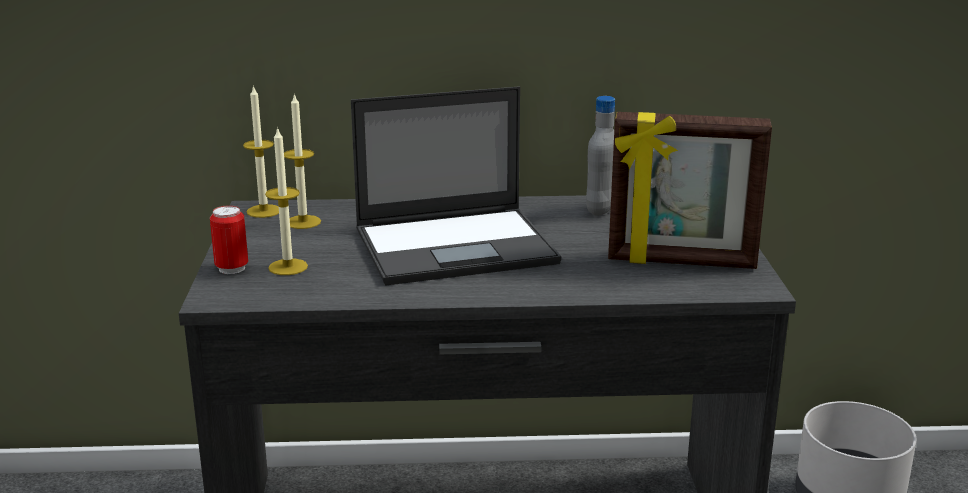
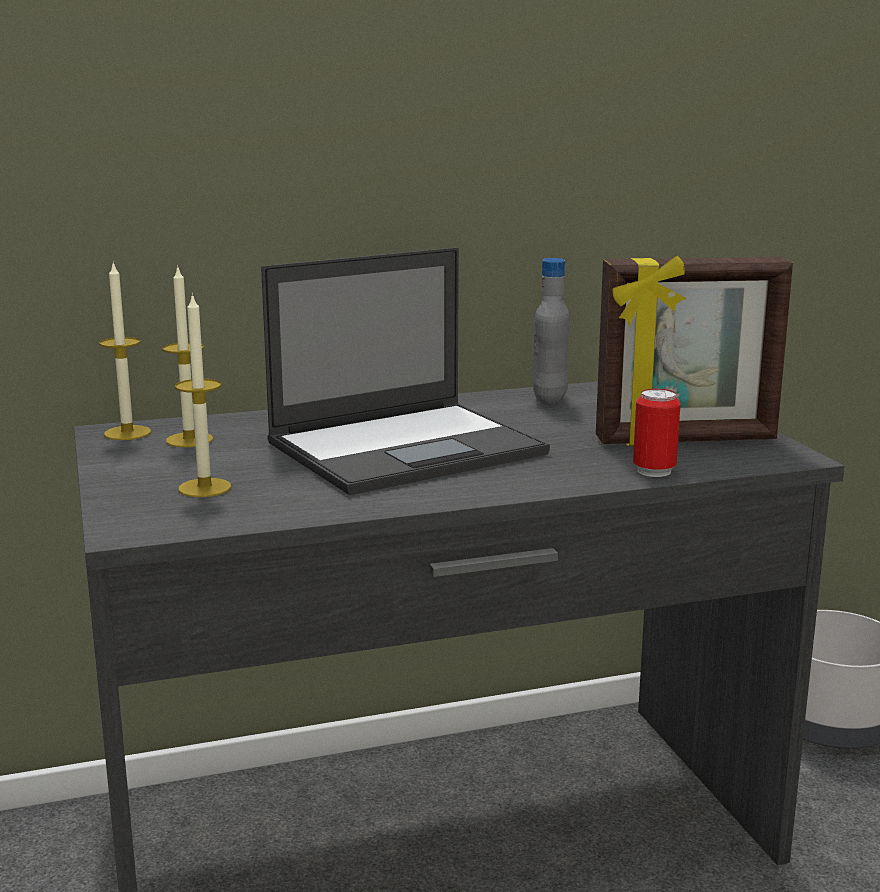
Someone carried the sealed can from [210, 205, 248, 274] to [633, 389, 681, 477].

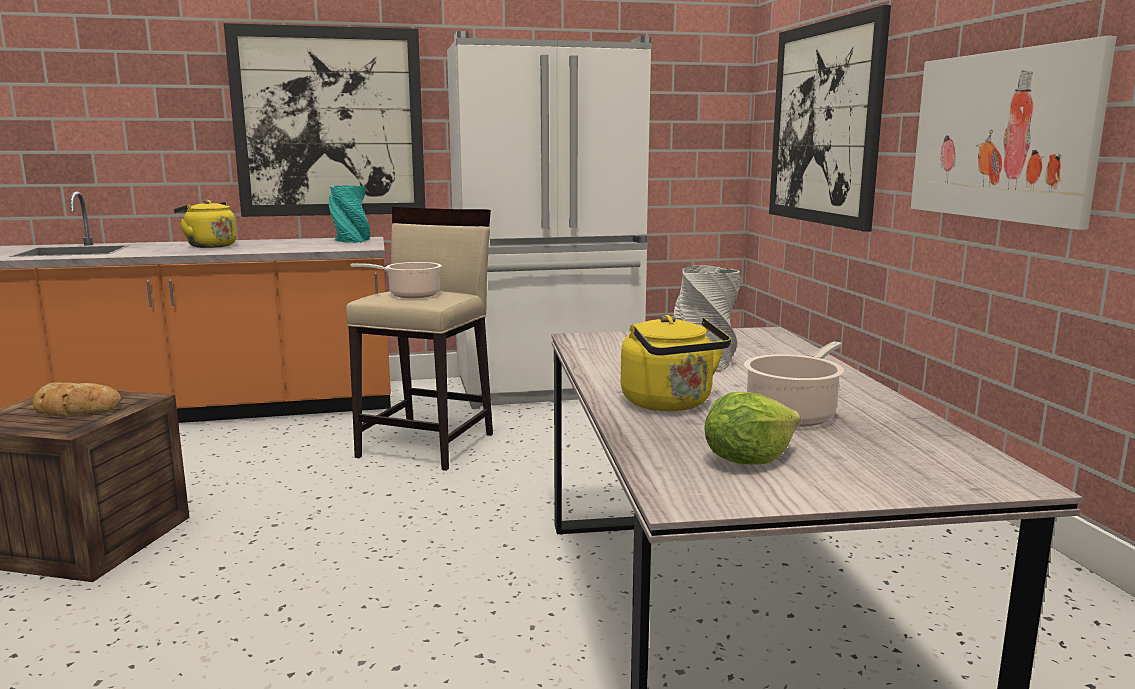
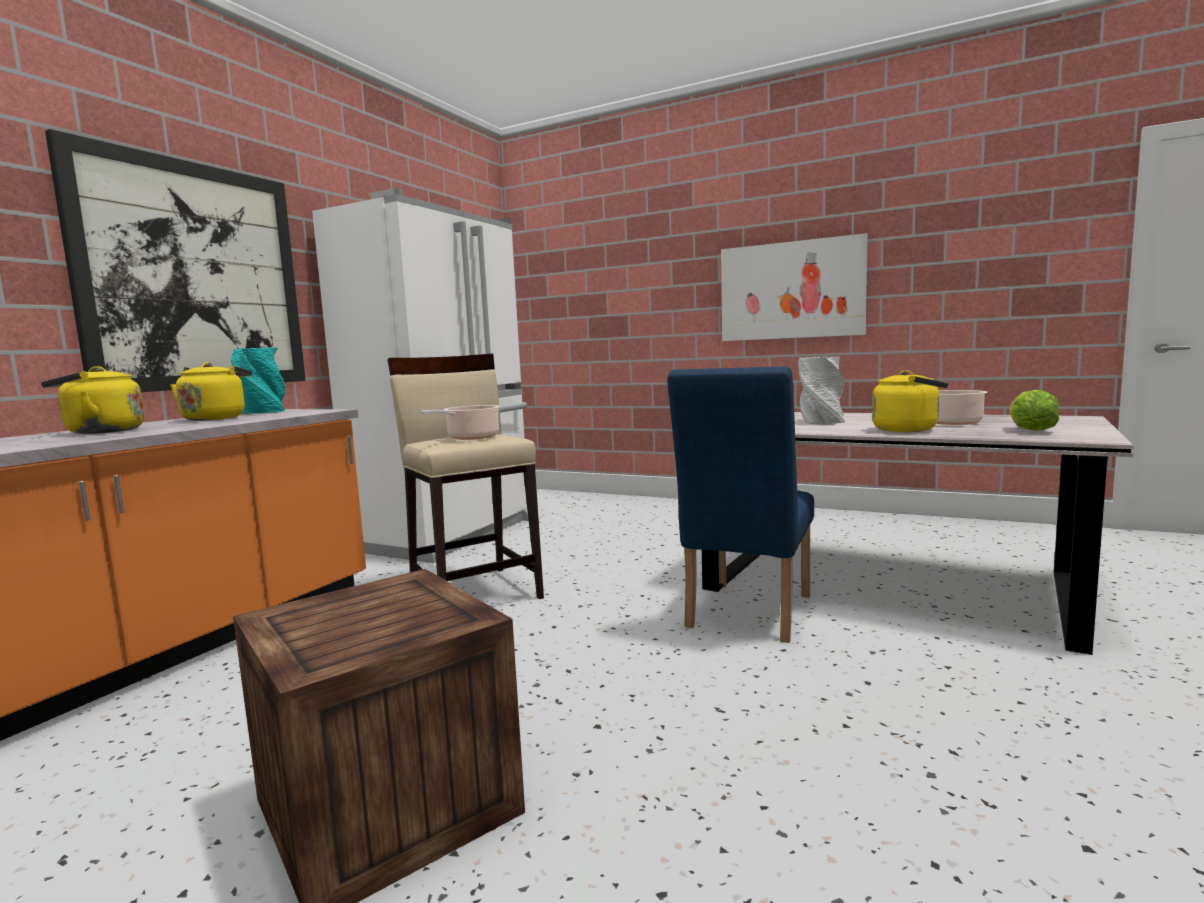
Someone put down the tea kettle (yellow-coloured) at [170, 363, 252, 421].
Someone put down the plain chair (blue-coloured) at [667, 367, 814, 643].
Someone took away the bread at [32, 383, 121, 416].
Someone took away the wall picture at [769, 5, 891, 232].

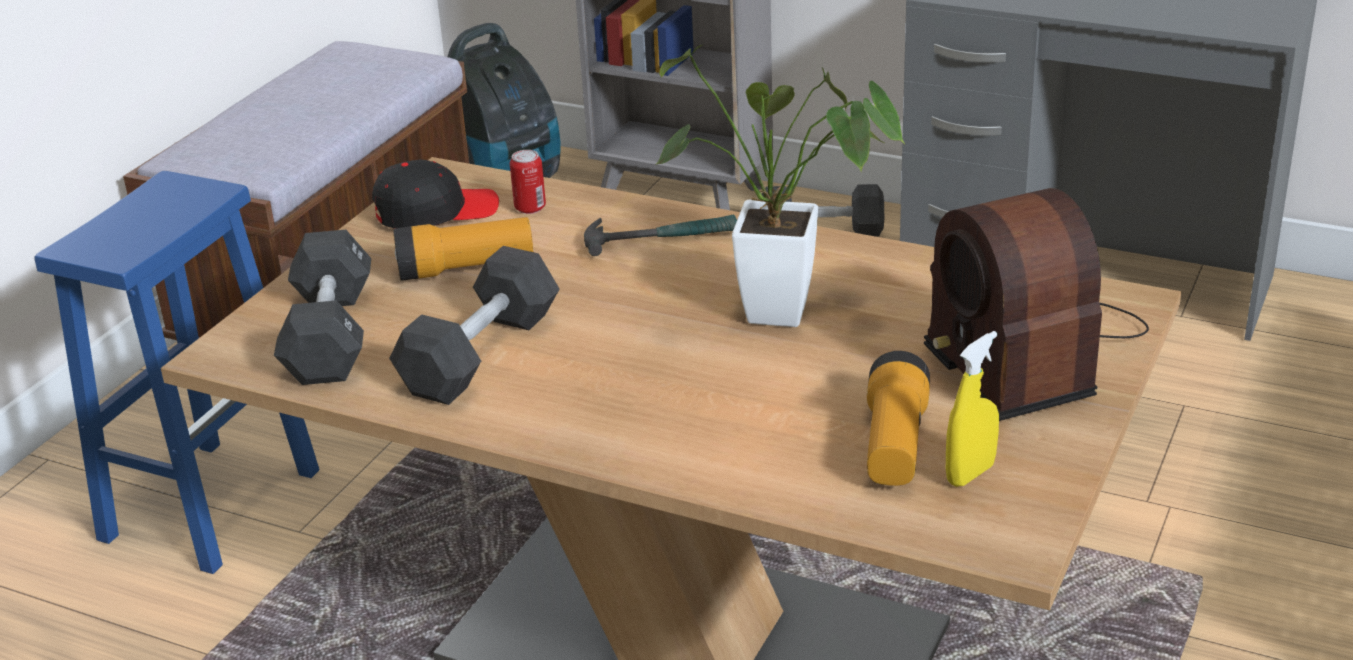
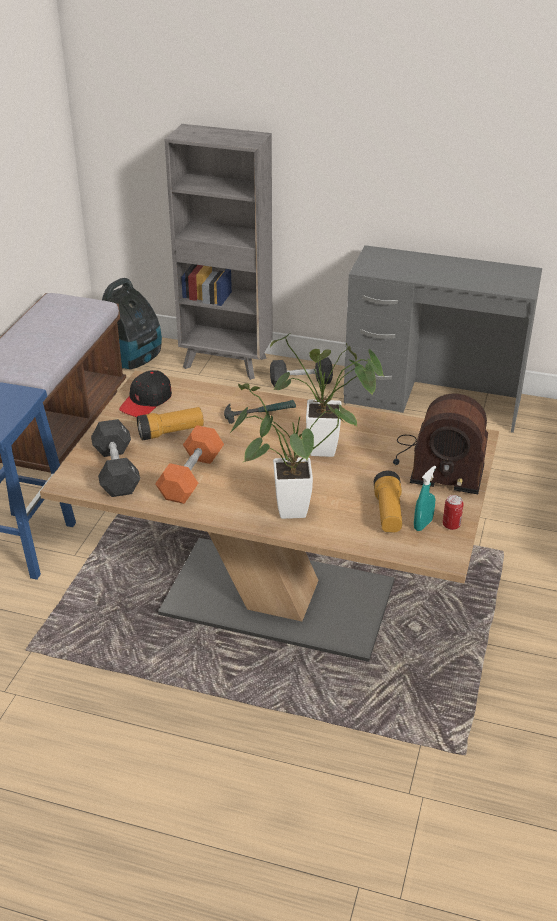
Someone rotated the cap (black) at [372, 159, 499, 229] by 150 degrees clockwise.
Someone repainted the dumbbell (black) at [389, 246, 560, 405], which became the dumbbell (orange-coloured) at [155, 425, 224, 504].
Someone put down the plant in a pot at [230, 383, 357, 519].
Someone rotated the radio at [924, 188, 1149, 421] by 45 degrees counterclockwise.
Someone repainted the spray bottle (yellow-coloured) at [946, 331, 999, 487], which became the spray bottle (blue-green) at [414, 466, 436, 531].
Someone carried the sealed can from [510, 150, 546, 214] to [443, 495, 464, 530].

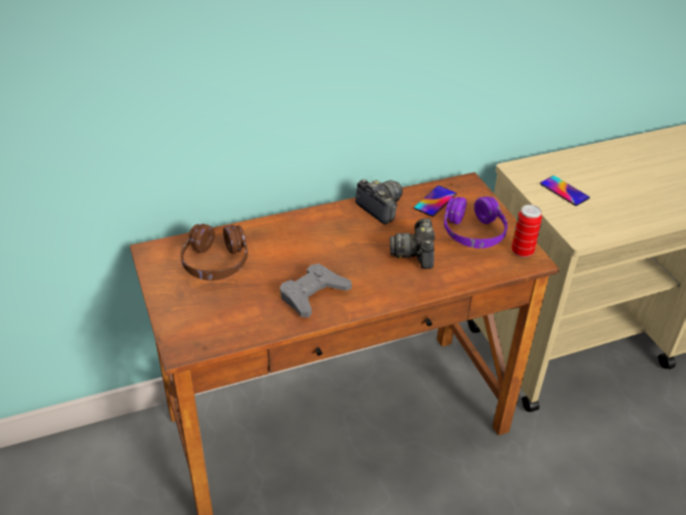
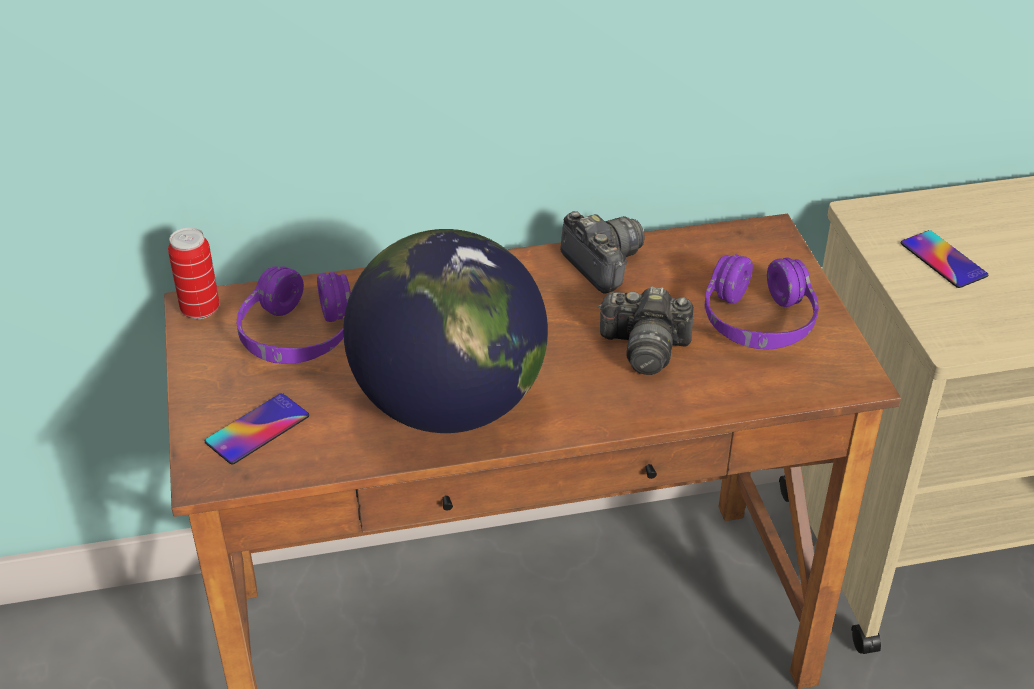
Someone carried the sealed can from [512, 205, 542, 257] to [168, 227, 219, 319].
Someone carried the handset from [414, 186, 457, 217] to [205, 393, 309, 464].
Someone repainted the headphones (brown) at [180, 224, 248, 281], which became the headphones (purple) at [237, 266, 351, 364].
Someone swapped the gamepad (grey) at [280, 264, 352, 318] for the globe at [343, 229, 548, 433].
Someone rotated the photo camera at [390, 219, 435, 269] by 90 degrees counterclockwise.

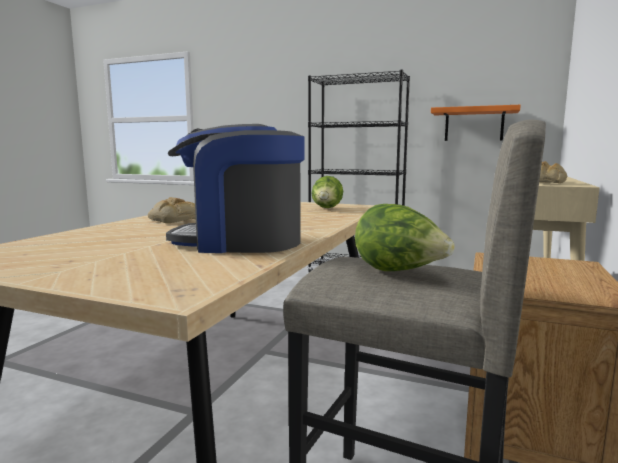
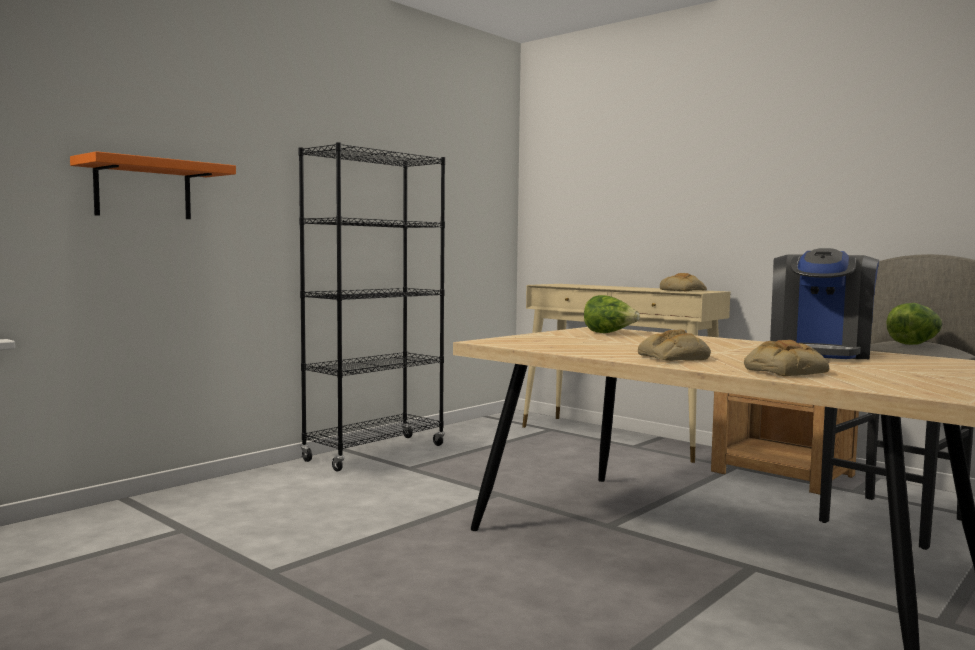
Someone carried the bracket shelf (orange-coloured) from [431, 105, 521, 141] to [70, 151, 236, 219].
Someone put down the bread at [744, 340, 829, 376].

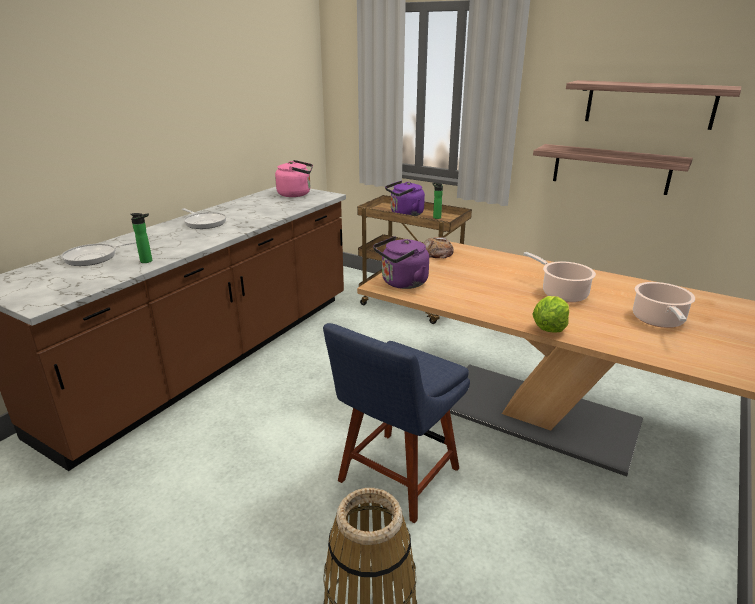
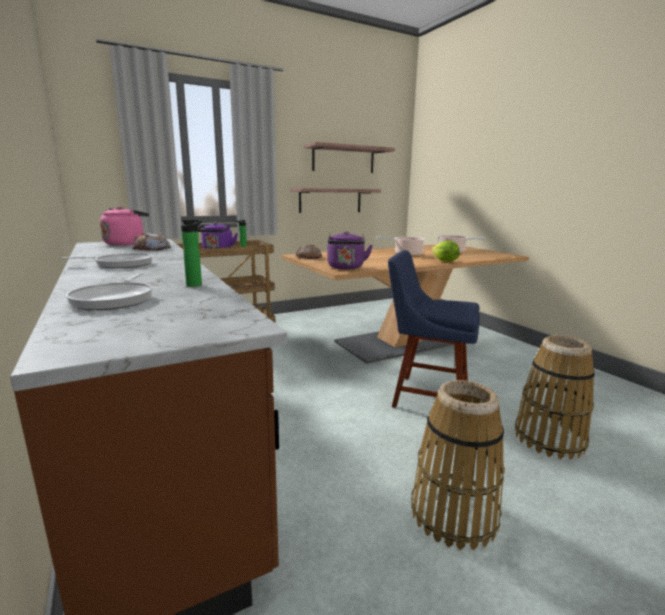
Someone put down the bread at [133, 233, 171, 251].
Someone rotated the plain chair (blue-coloured) at [323, 323, 470, 523] by 135 degrees clockwise.
Someone put down the storage basket at [411, 380, 505, 550].

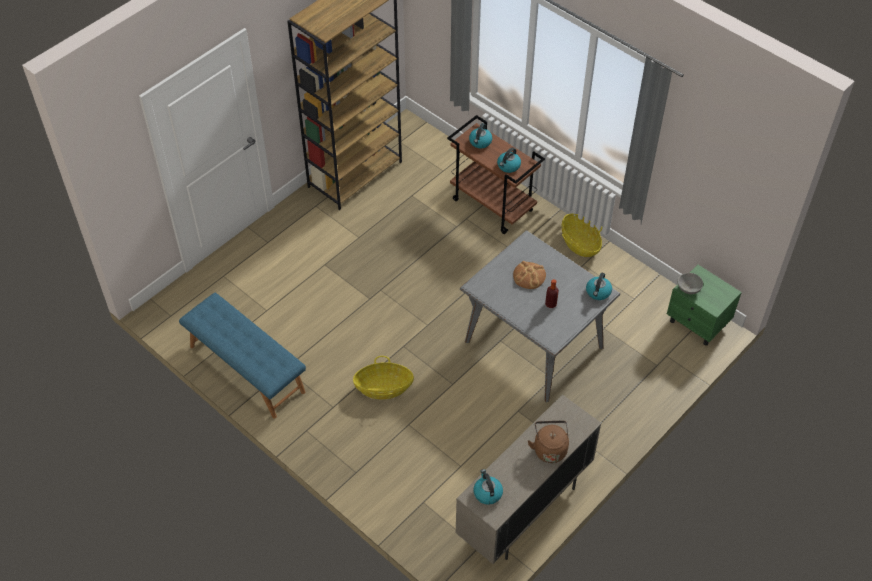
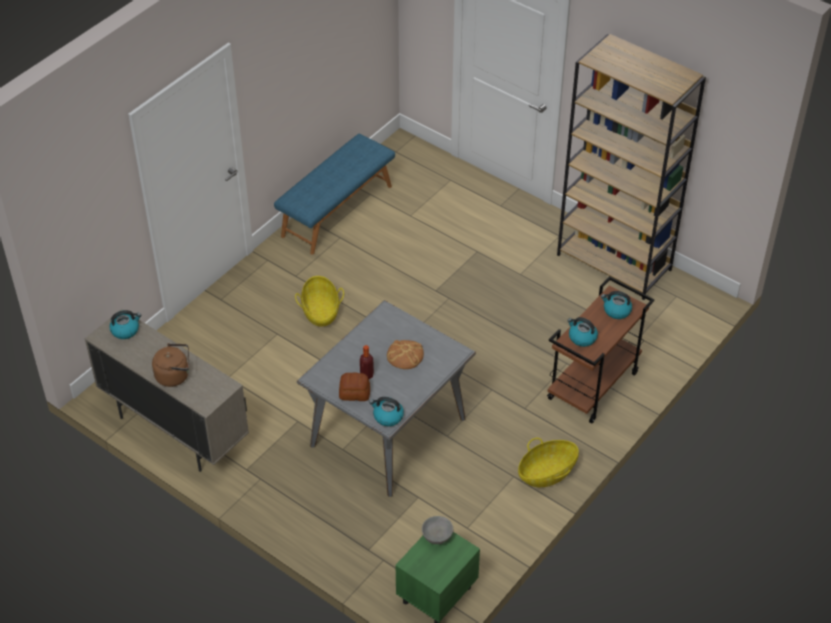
Someone put down the bread at [339, 372, 370, 401].

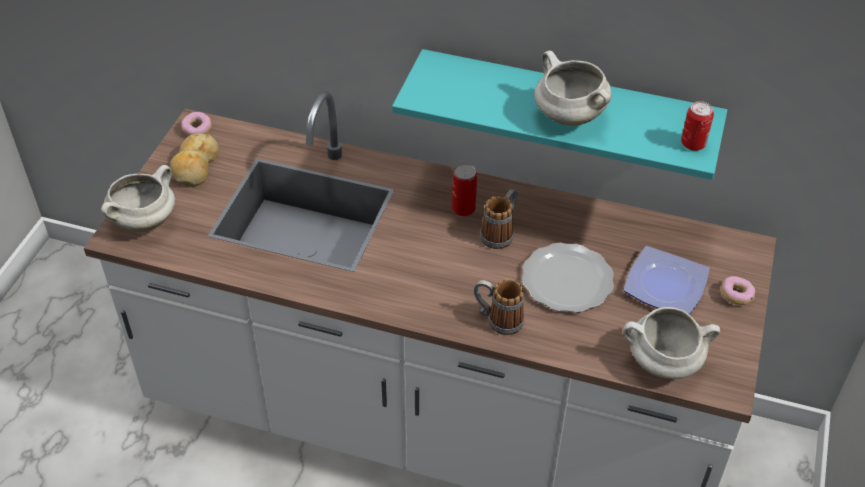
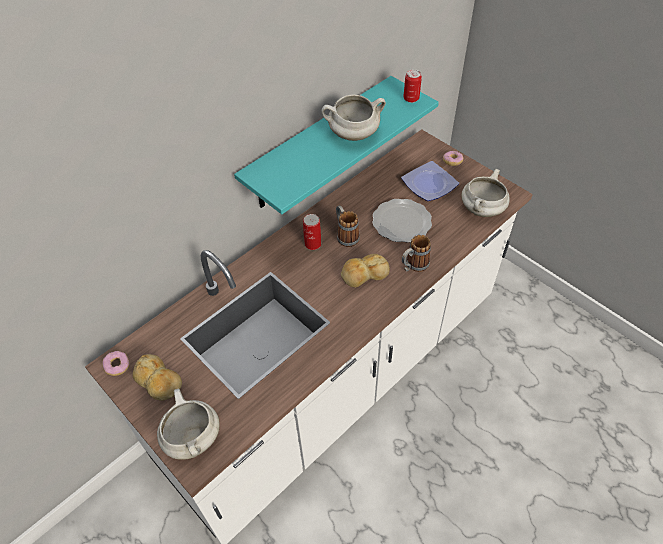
Someone put down the bread at [341, 254, 390, 288].

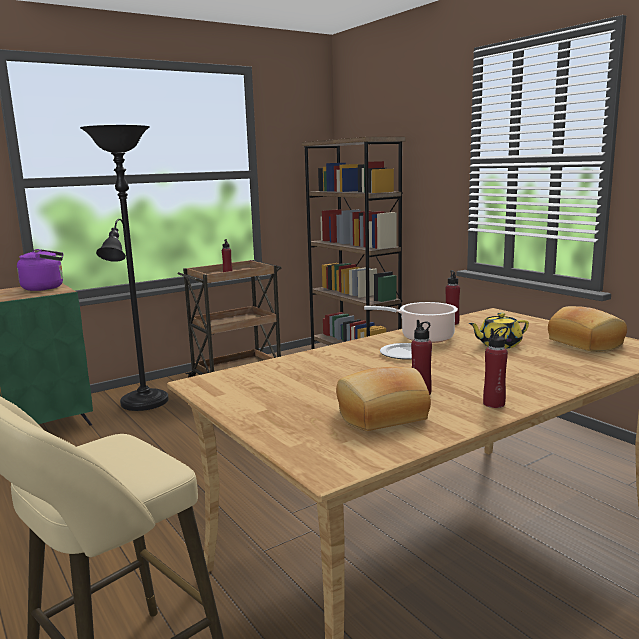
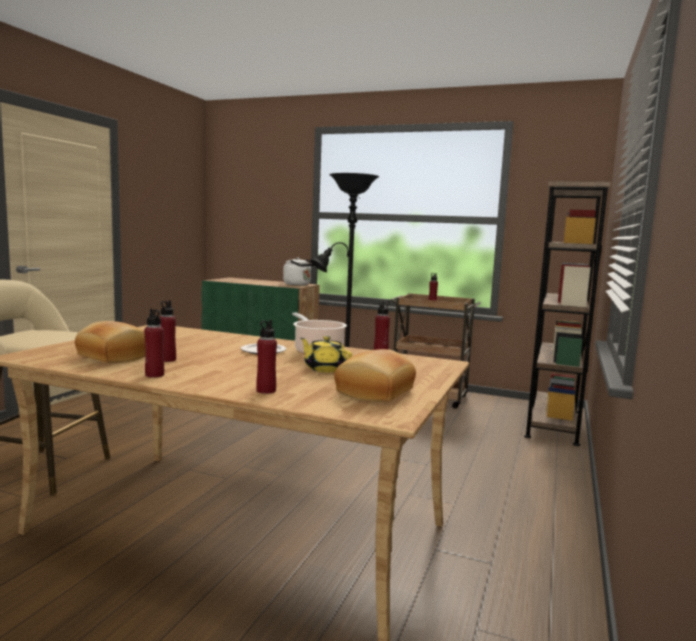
Someone put down the drink bottle (red-coloured) at [256, 320, 277, 394].
Someone repainted the tea kettle (purple) at [17, 249, 64, 291], which became the tea kettle (white) at [283, 257, 314, 285].

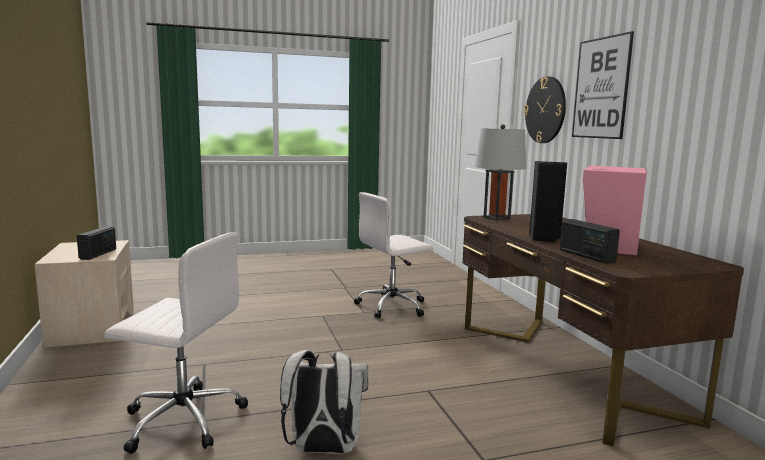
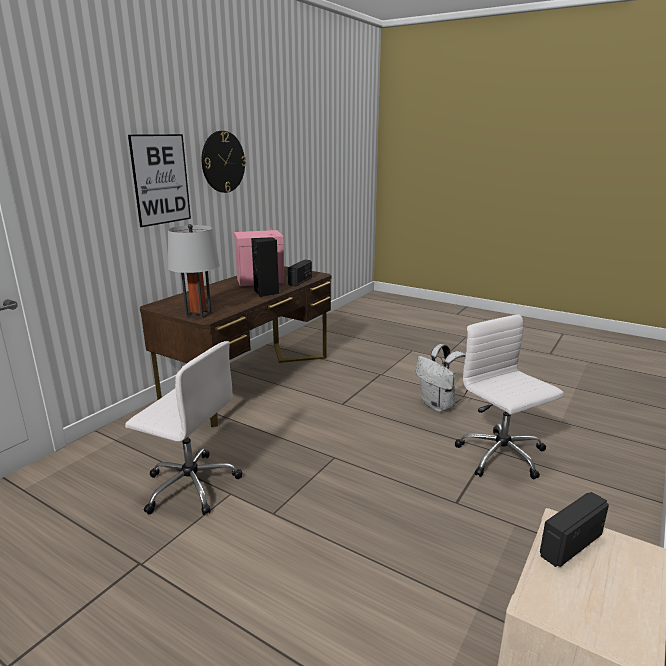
Someone carried the hanging clock from [524, 76, 566, 143] to [202, 131, 246, 193].

